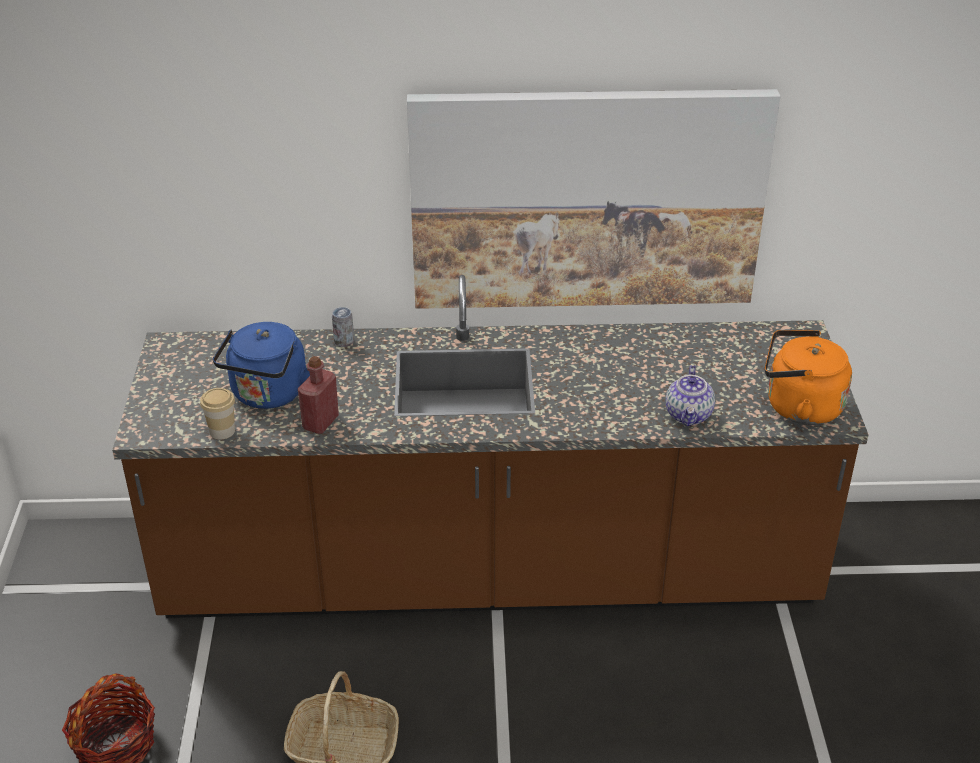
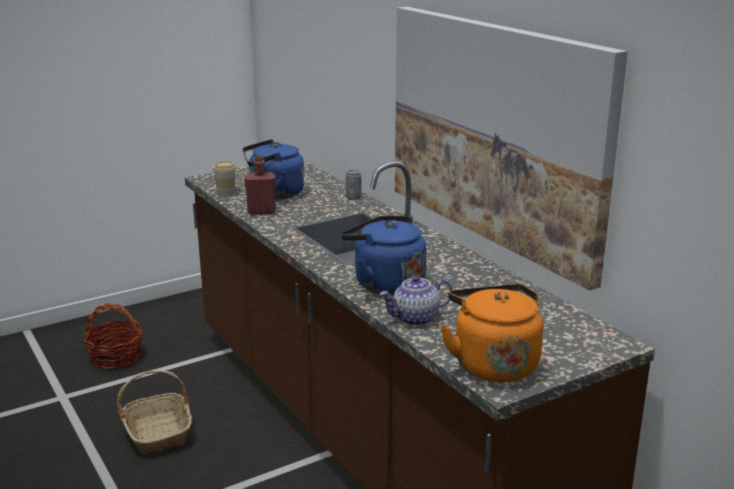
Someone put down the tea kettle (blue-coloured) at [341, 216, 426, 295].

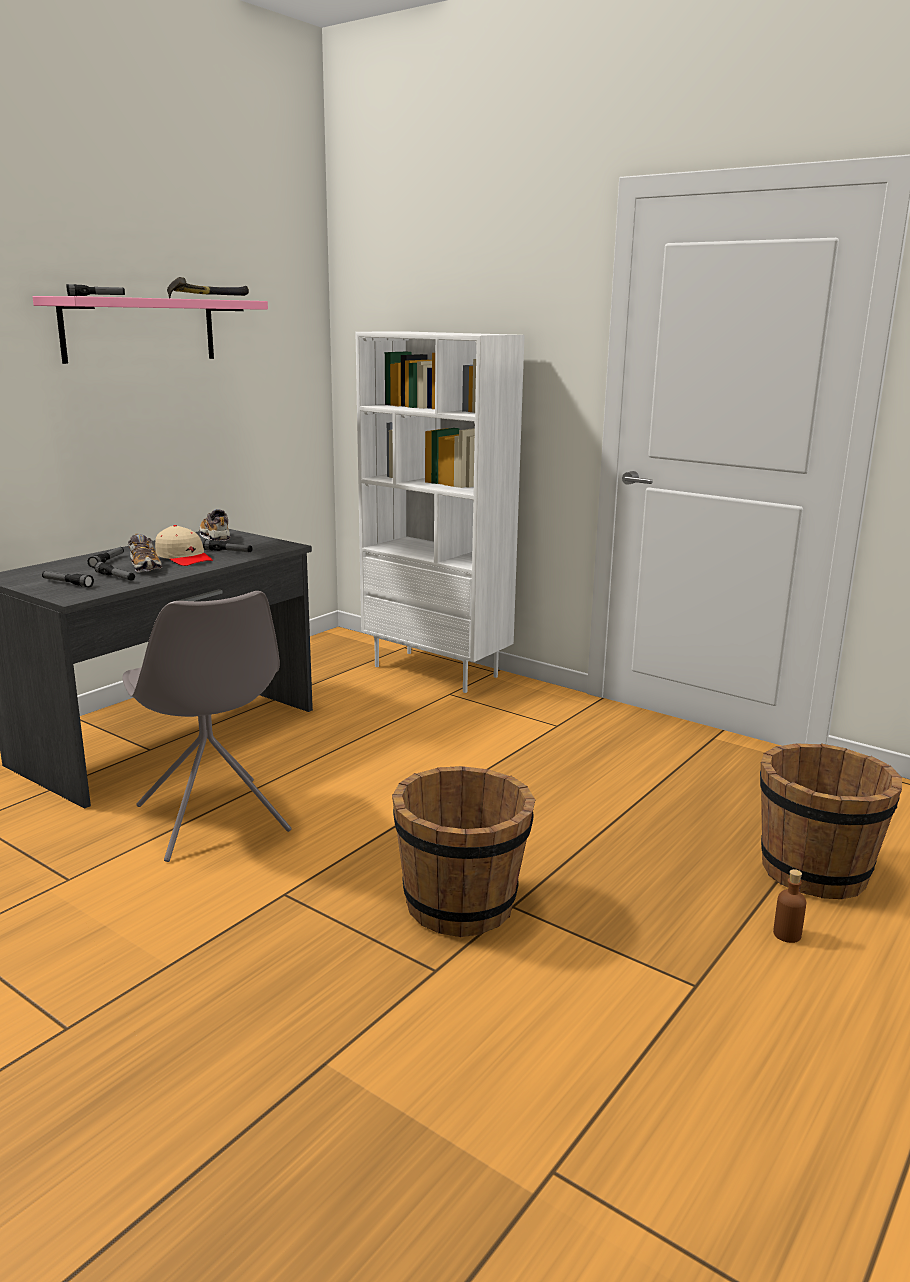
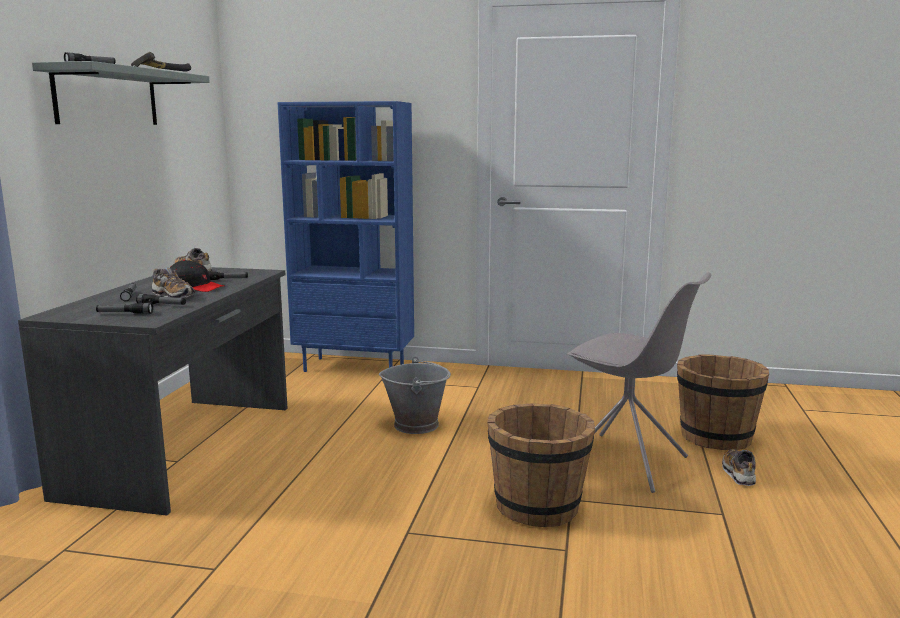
Someone repainted the bracket shelf (pinkish) at [33, 296, 268, 364], which became the bracket shelf (grey) at [32, 61, 210, 125].
Someone repainted the cap (beige-coloured) at [155, 525, 213, 566], which became the cap (black) at [170, 260, 224, 292].
Someone repainted the bookshelf (white) at [355, 331, 525, 693], which became the bookshelf (blue-coloured) at [277, 101, 414, 372].
Someone put down the bucket (grey) at [379, 357, 451, 434].
Someone carried the plain chair (grey) from [122, 591, 292, 862] to [567, 272, 712, 493].
Someone swapped the drink bottle (brown) at [773, 869, 806, 943] for the low shoe at [722, 449, 756, 486].

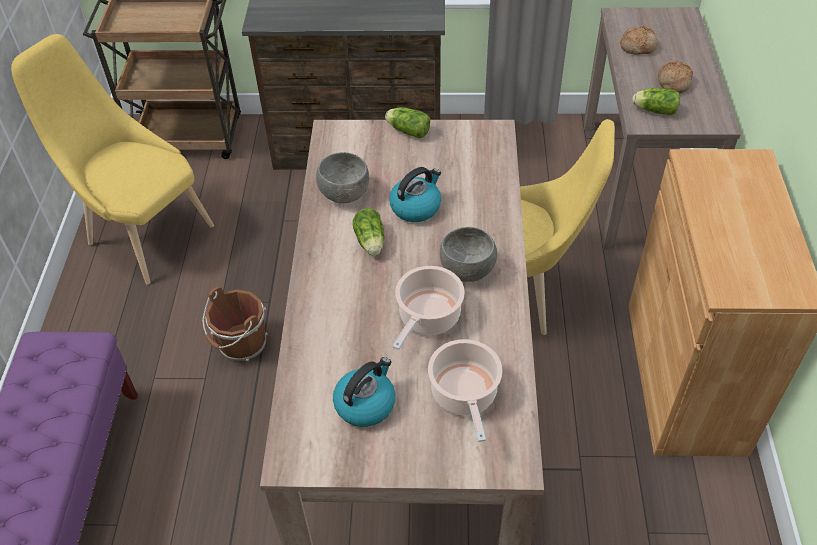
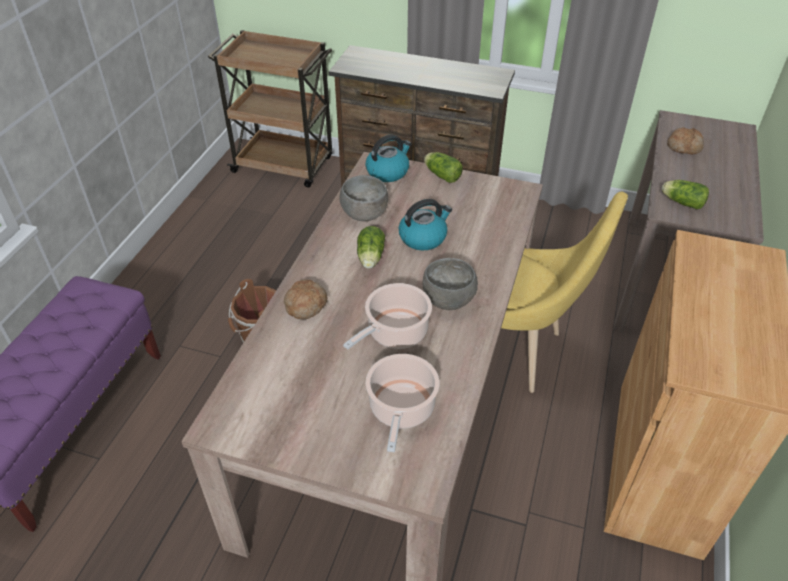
Someone carried the bread from [658, 61, 693, 93] to [284, 279, 327, 319].
Someone carried the tea kettle from [333, 357, 395, 427] to [366, 134, 411, 182].
Someone took away the plain chair (yellow-coloured) at [11, 34, 214, 284].

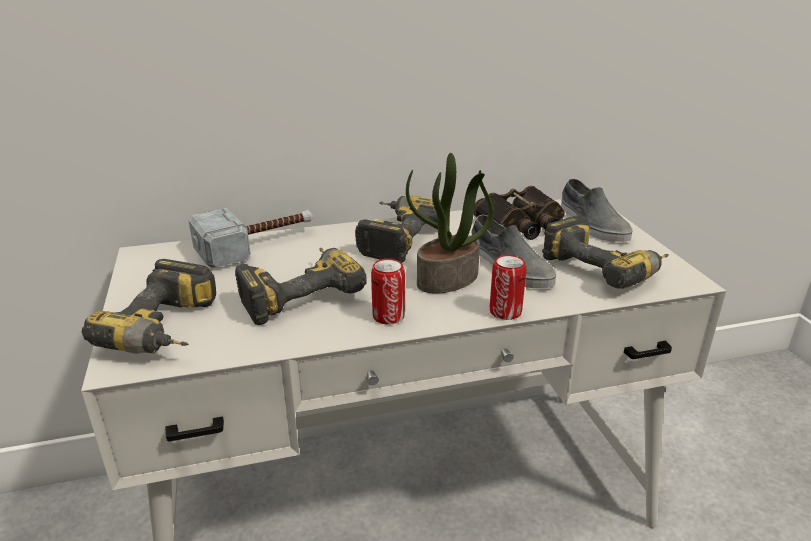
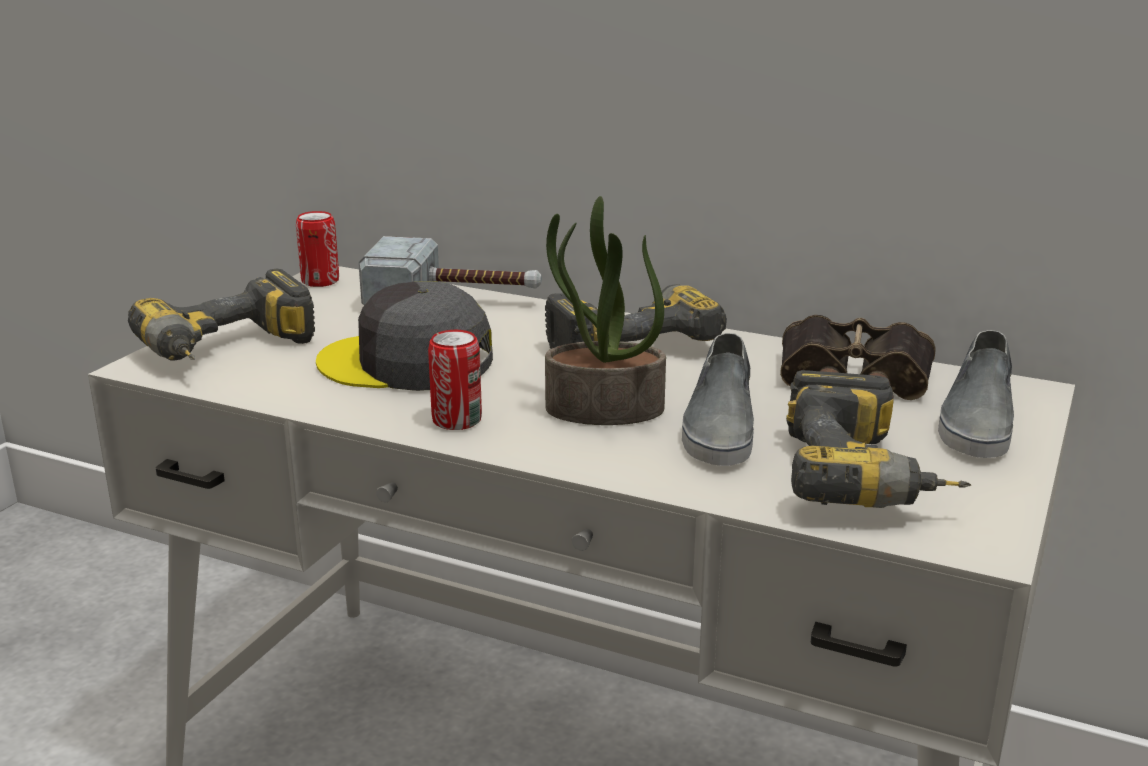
Someone carried the sealed can from [490, 255, 526, 320] to [296, 211, 339, 287].
Someone swapped the drill at [235, 248, 367, 325] for the cap (grey) at [316, 281, 493, 391].

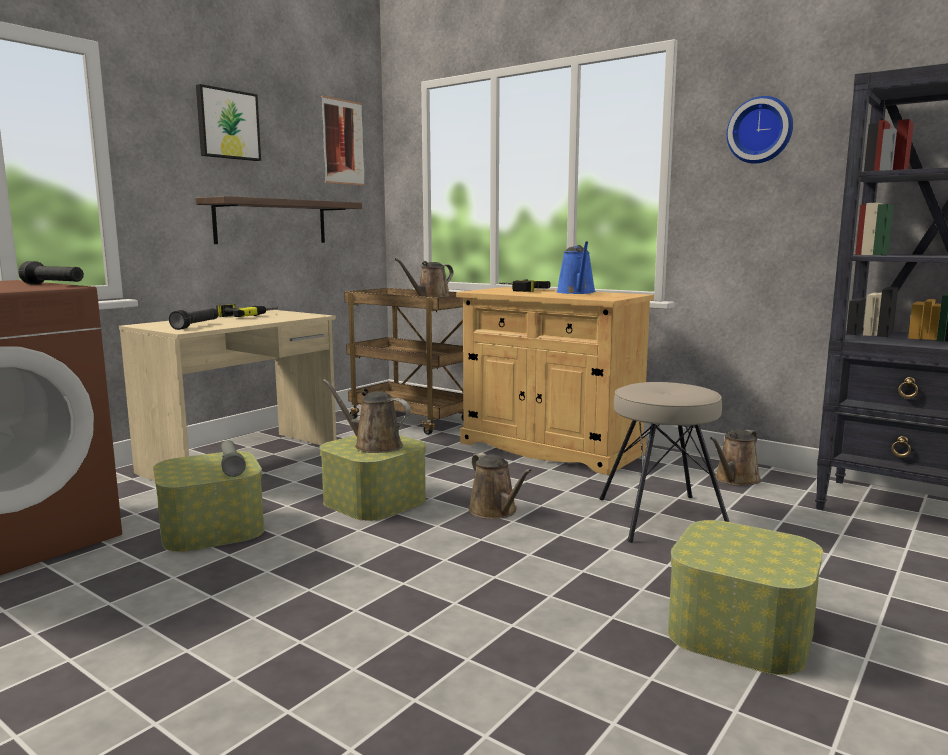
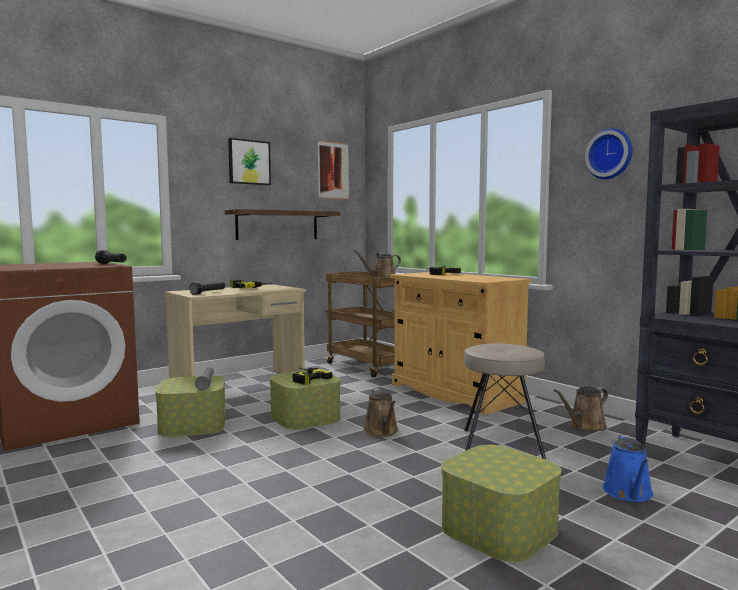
Someone swapped the watering pot (brown) at [323, 379, 411, 453] for the drill at [293, 367, 333, 385].
Someone carried the watering pot (blue-coloured) from [556, 241, 596, 294] to [603, 435, 653, 502].

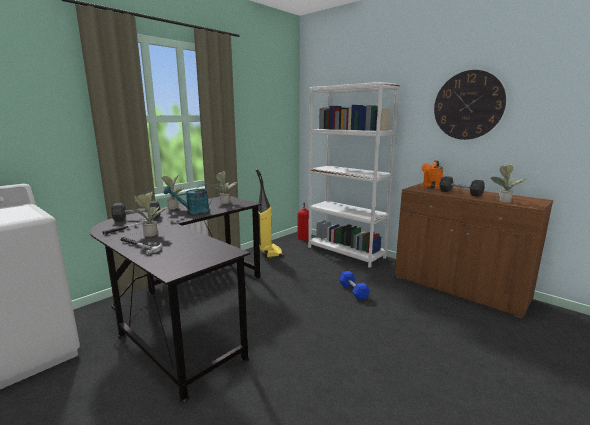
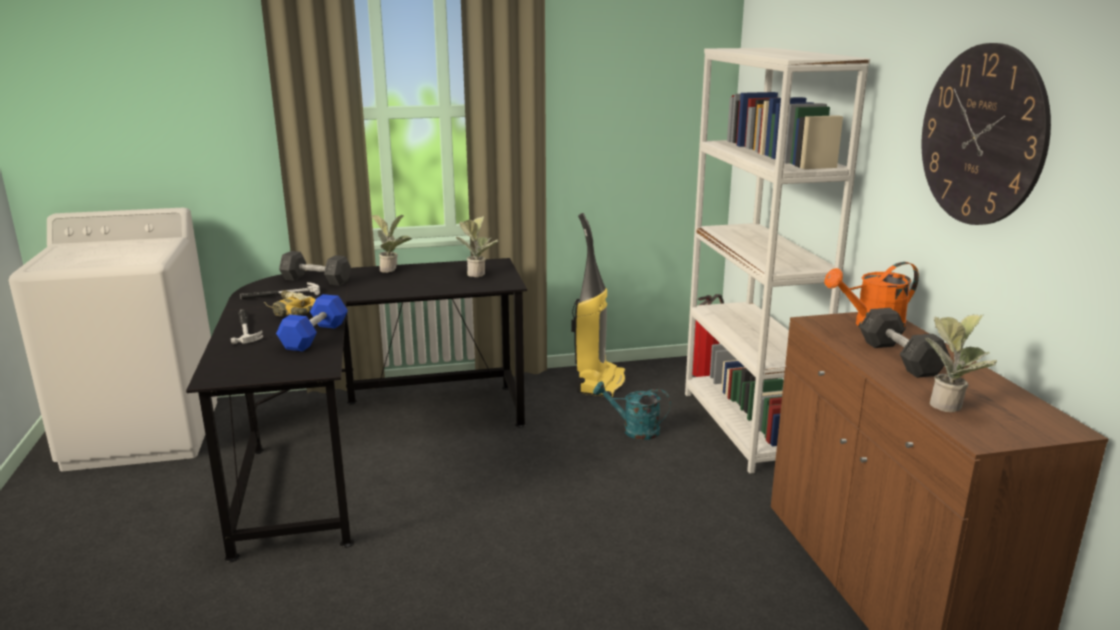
Someone swapped the plant in a pot at [131, 192, 167, 237] for the drill at [264, 290, 316, 317].
Someone carried the dumbbell (blue-coloured) from [339, 271, 370, 300] to [276, 294, 348, 351].
Someone carried the watering pot (blue-green) from [164, 184, 214, 216] to [593, 381, 671, 440].

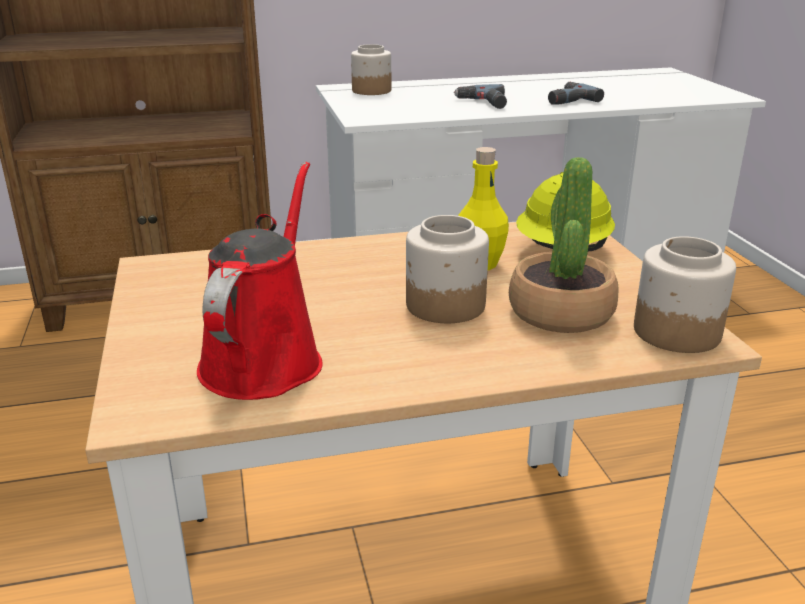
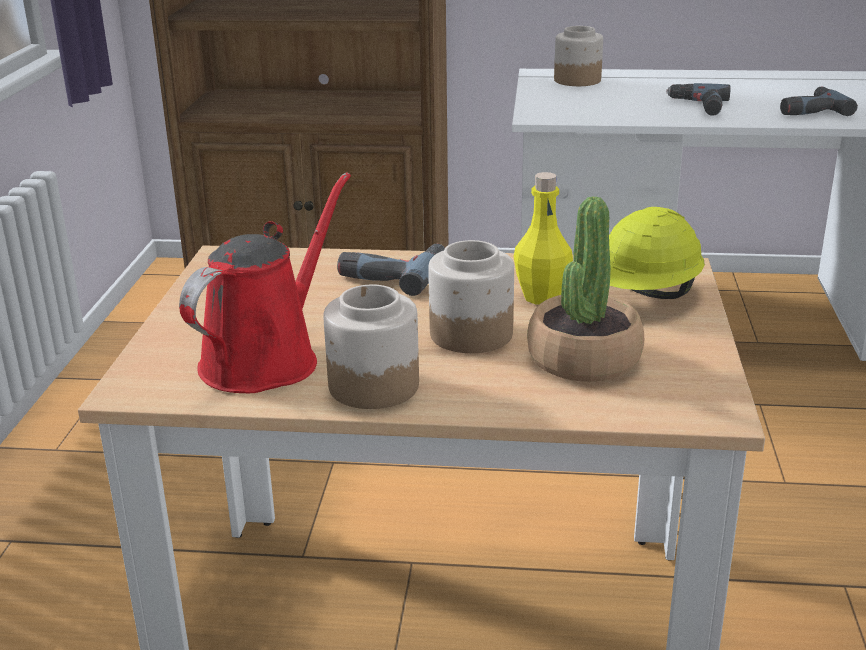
Someone carried the jar from [634, 236, 736, 353] to [324, 285, 419, 409].
Someone put down the drill at [337, 243, 445, 296].

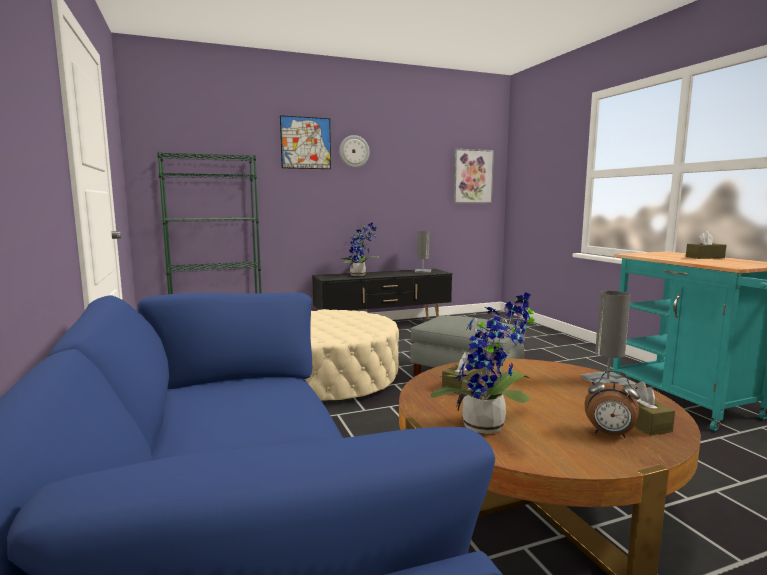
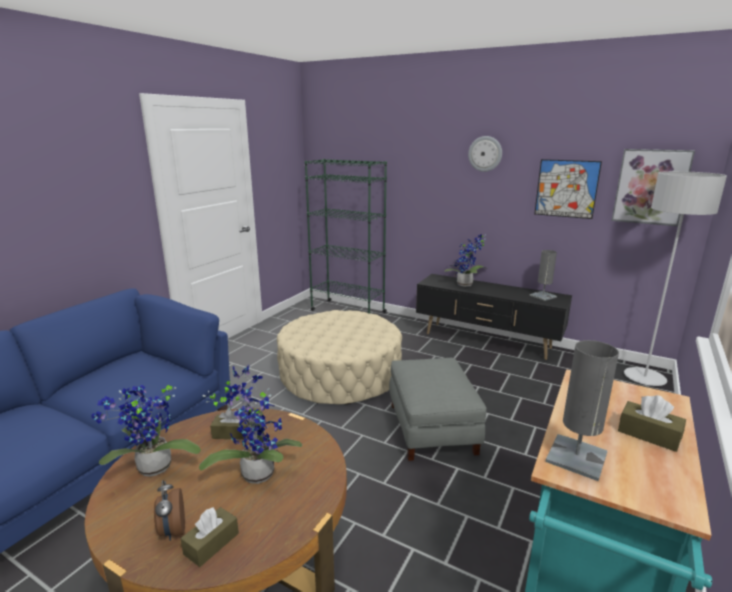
Someone put down the plant in a pot at [199, 365, 302, 484].
Someone carried the wall picture from [280, 115, 331, 169] to [534, 159, 602, 219].
Someone carried the table lamp (grey) from [581, 291, 636, 386] to [545, 340, 619, 481].
Someone put down the standard lamp (grey) at [624, 171, 727, 386].

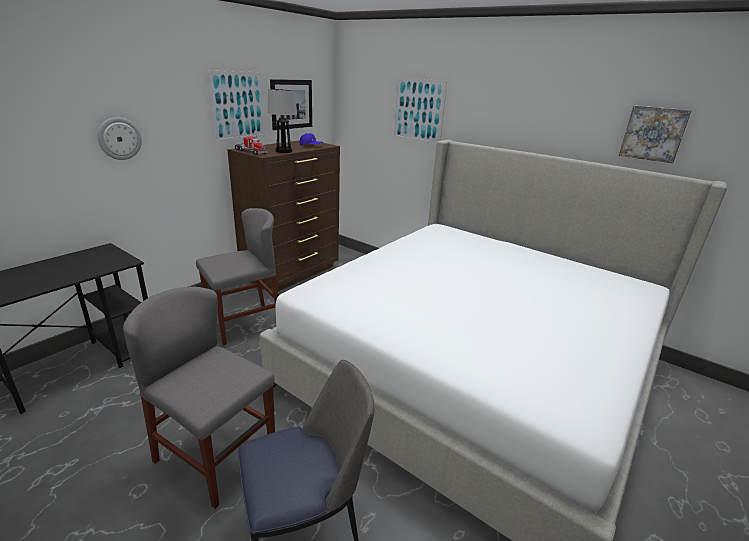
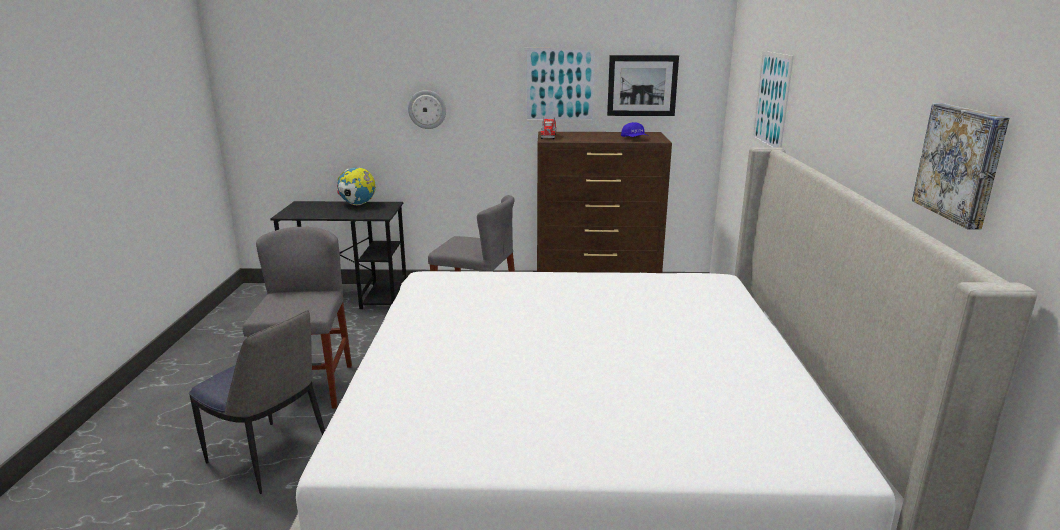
Someone put down the globe at [337, 168, 376, 205].
Someone took away the table lamp at [268, 89, 297, 153].

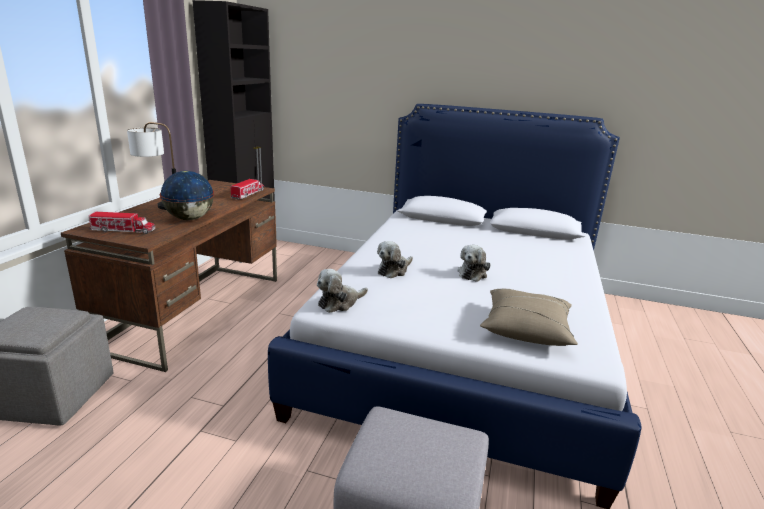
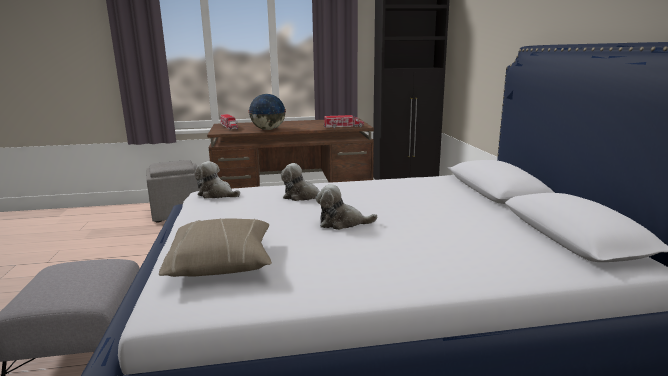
Someone took away the table lamp at [127, 122, 176, 210].

